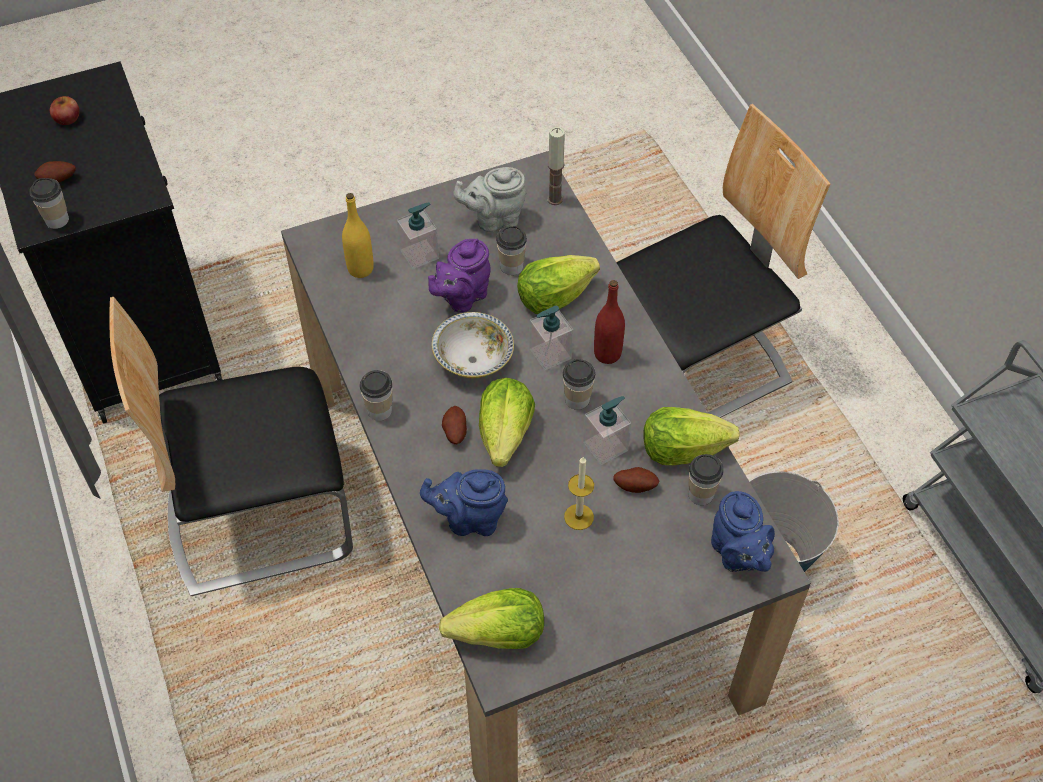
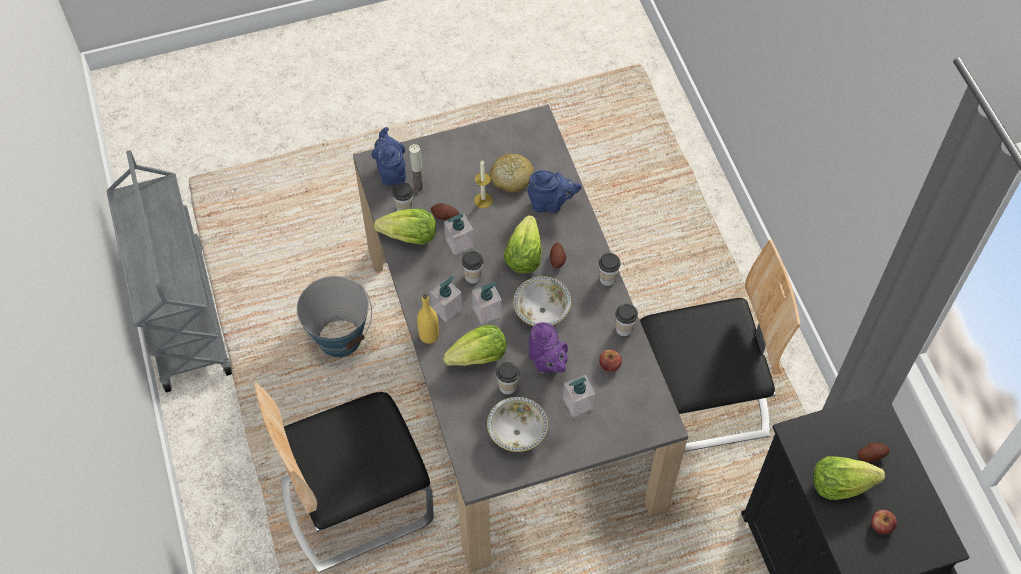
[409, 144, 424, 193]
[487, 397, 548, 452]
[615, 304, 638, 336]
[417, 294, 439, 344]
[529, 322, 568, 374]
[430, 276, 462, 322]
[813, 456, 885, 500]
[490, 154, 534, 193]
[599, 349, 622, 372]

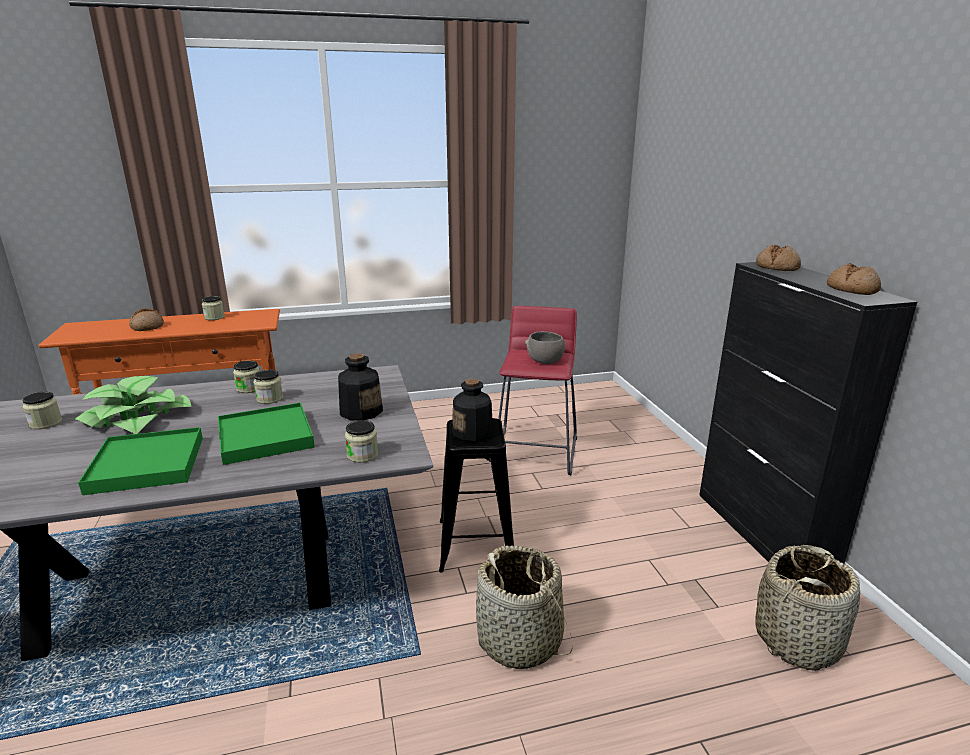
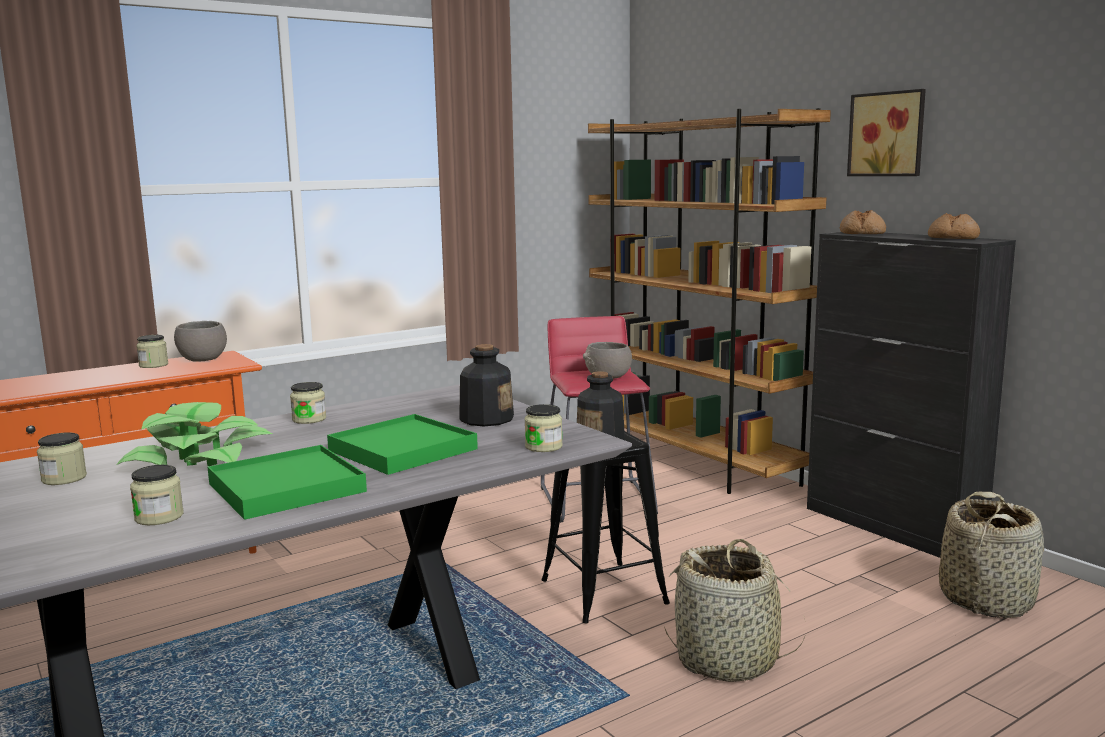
[129, 308, 164, 331] (first image)
[130, 465, 184, 525]
[847, 89, 926, 176]
[588, 108, 831, 494]
[174, 321, 227, 362]

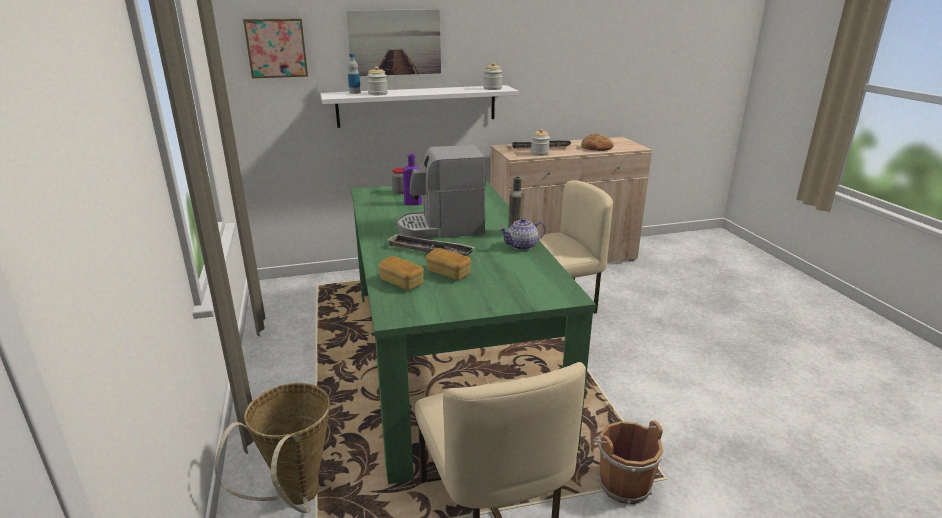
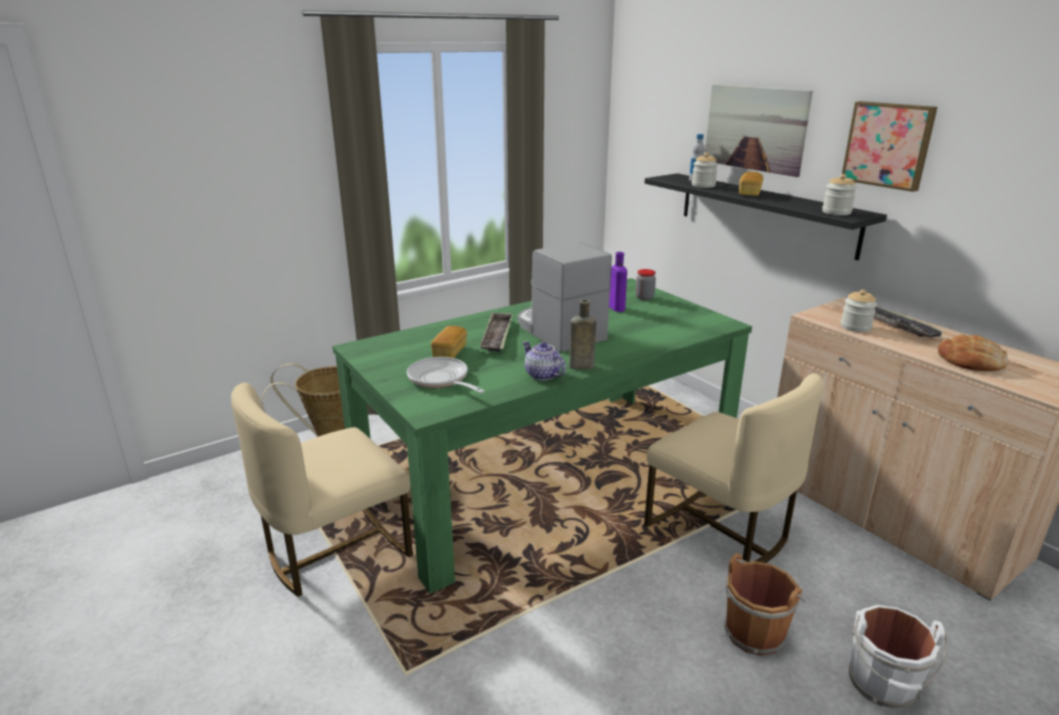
[842, 101, 937, 192]
[645, 173, 887, 260]
[739, 172, 764, 196]
[725, 553, 805, 656]
[407, 357, 485, 393]
[849, 605, 948, 710]

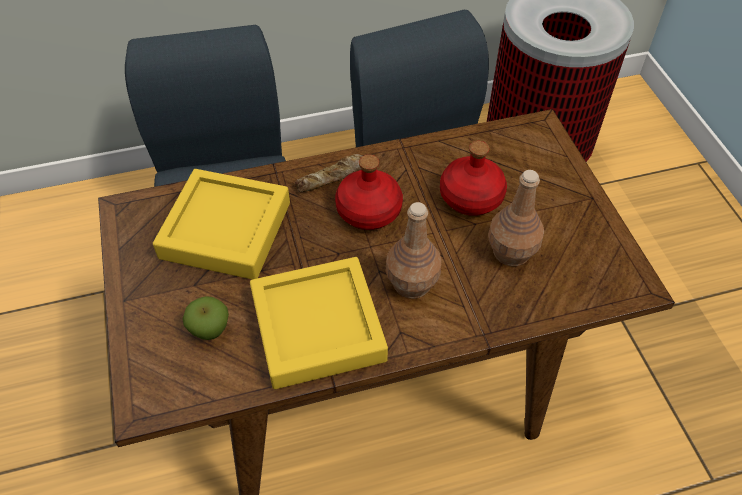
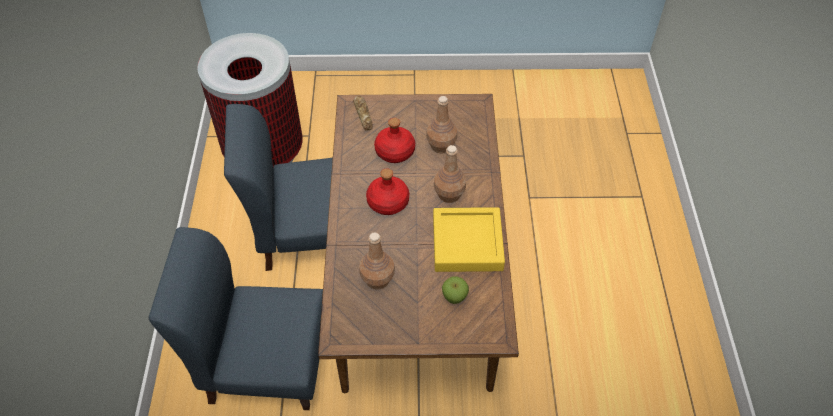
[353, 95, 373, 131]
[359, 232, 395, 290]

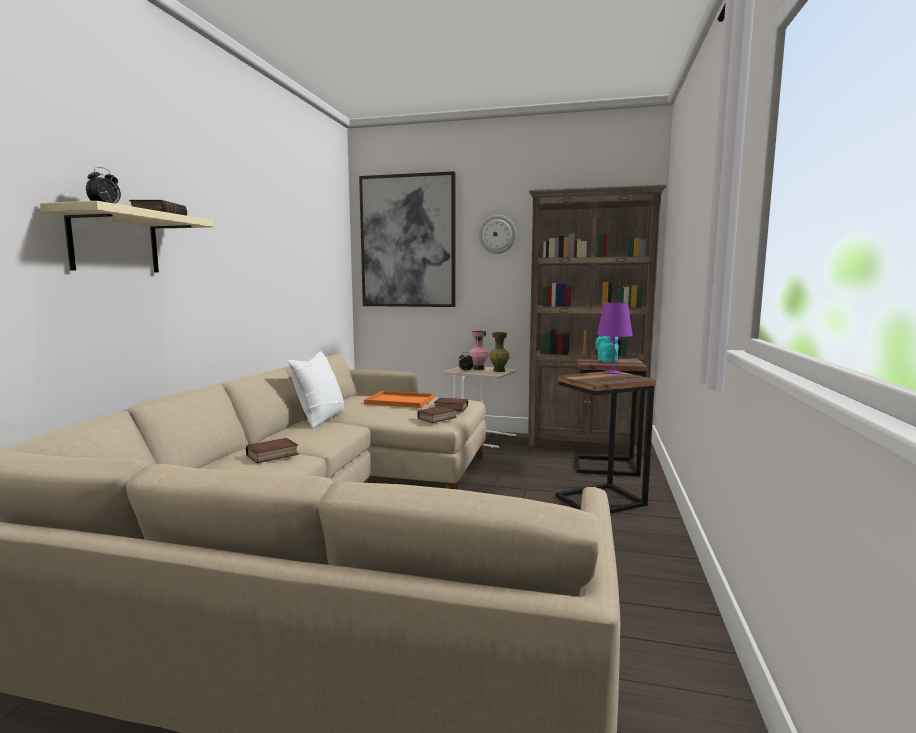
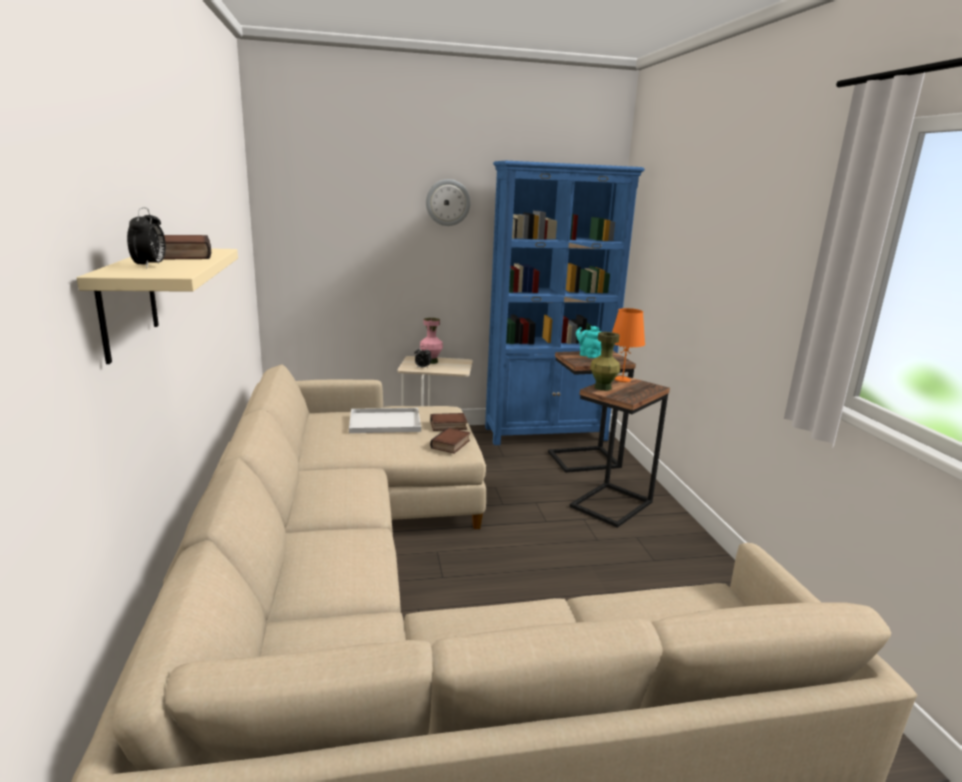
[359, 171, 456, 307] (first image)
[485, 161, 645, 445]
[612, 308, 645, 382]
[590, 332, 620, 391]
[288, 351, 344, 428] (first image)
[349, 408, 421, 433]
[246, 438, 299, 463] (first image)

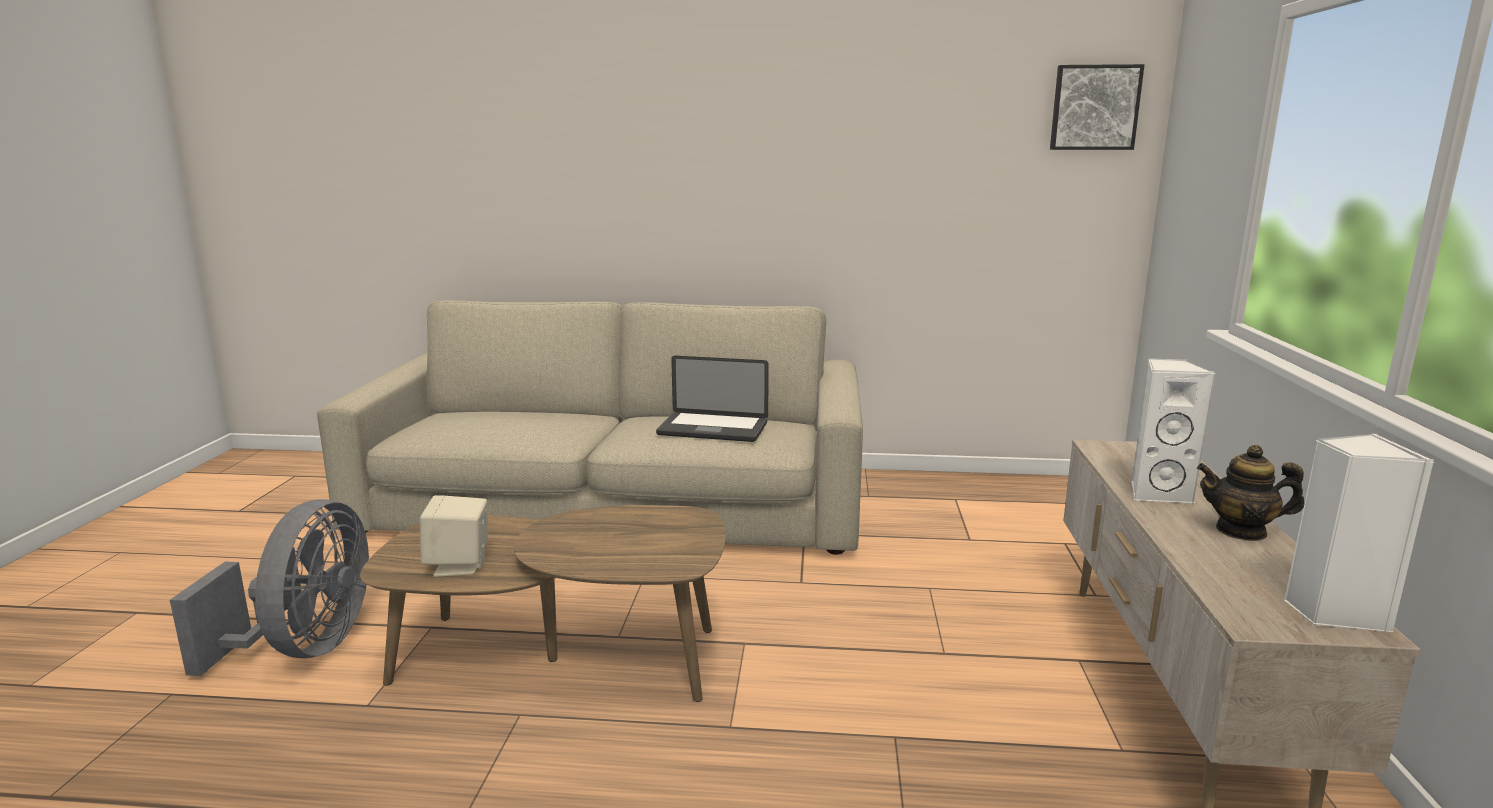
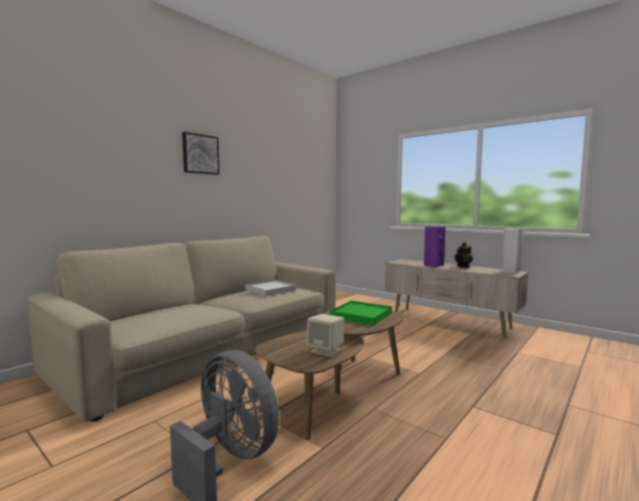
[182, 132, 220, 175]
[245, 280, 296, 296]
[424, 226, 446, 268]
[330, 301, 392, 326]

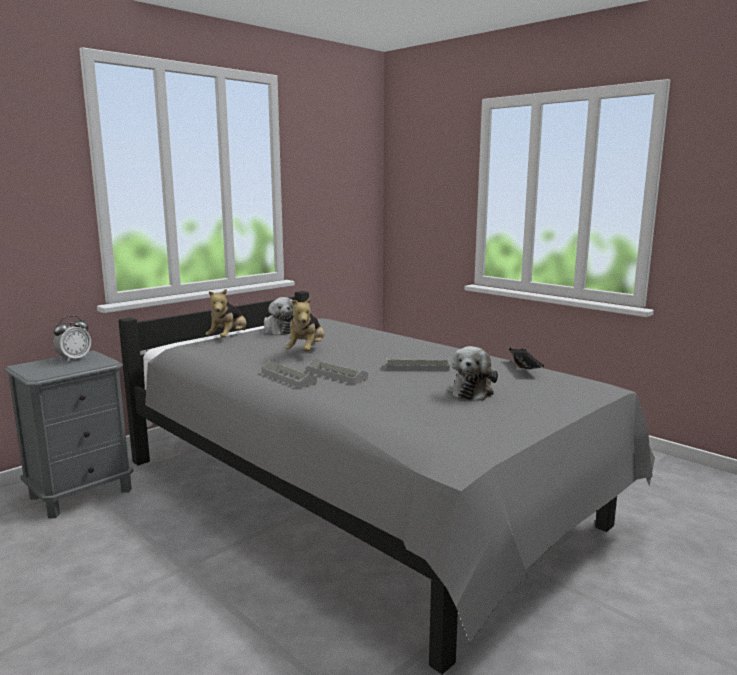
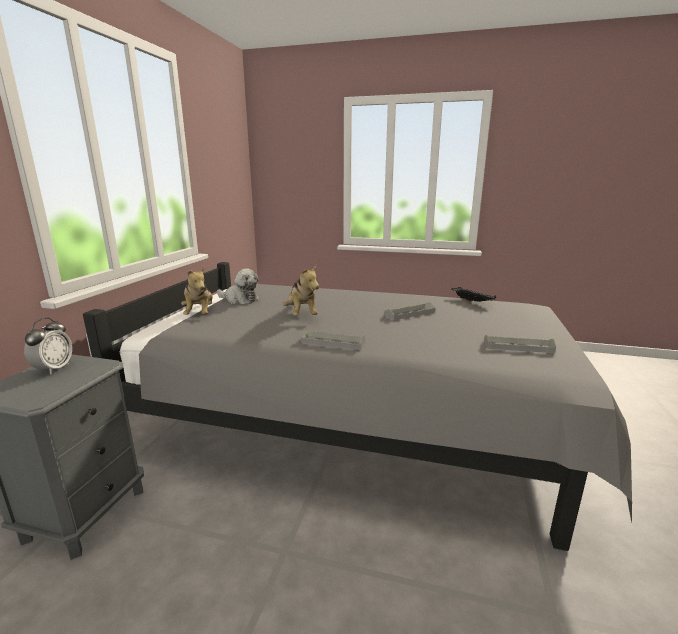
[448, 346, 498, 401] (first image)
[484, 335, 556, 353]

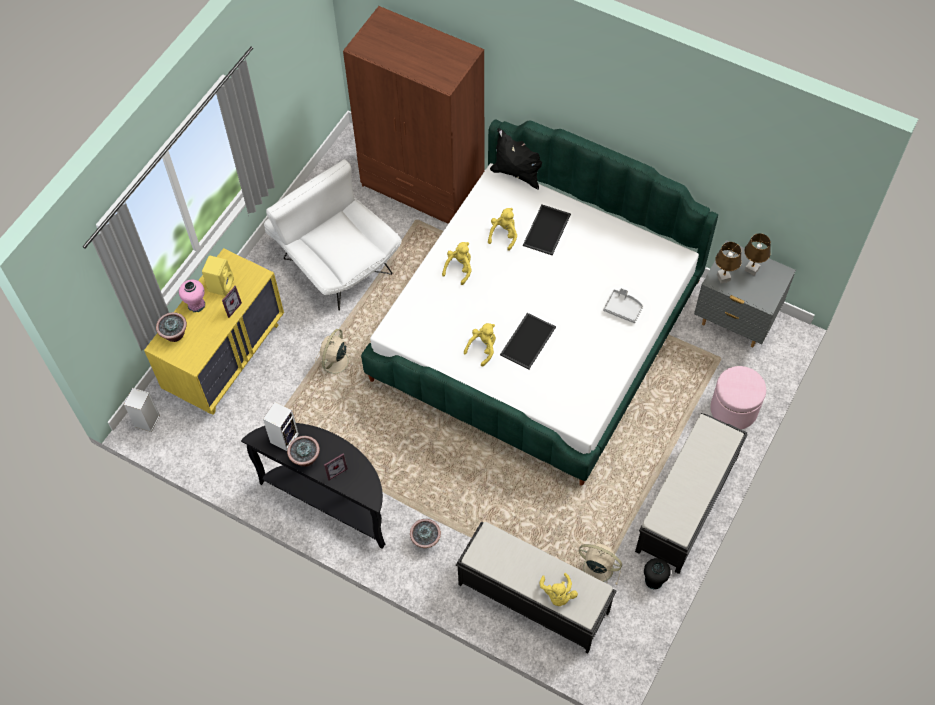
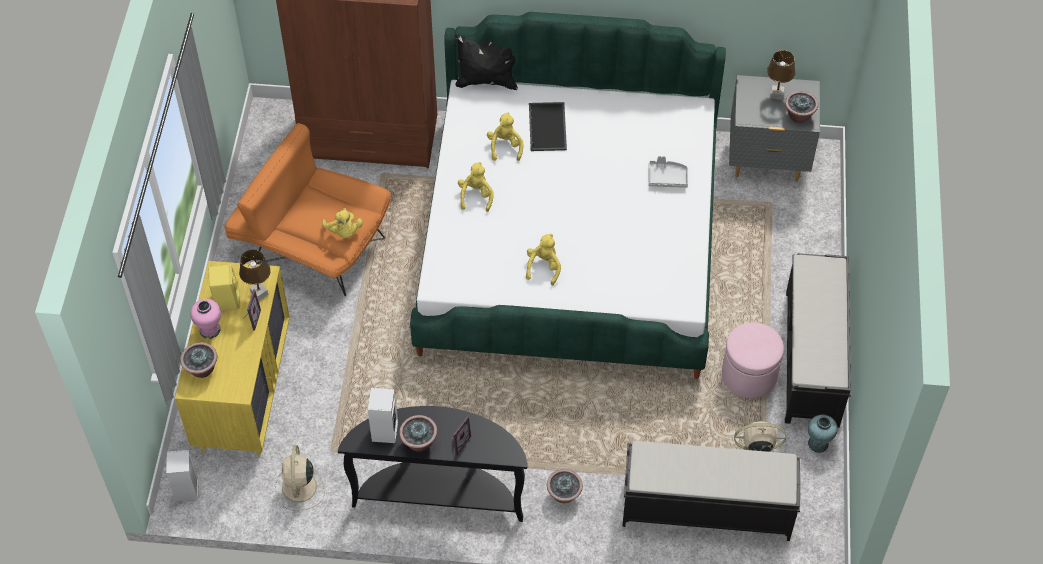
[224, 123, 391, 296]
[239, 249, 271, 301]
[500, 313, 556, 369] (first image)
[275, 445, 325, 511]
[722, 322, 784, 398]
[808, 415, 838, 453]
[322, 208, 363, 238]
[785, 91, 818, 123]

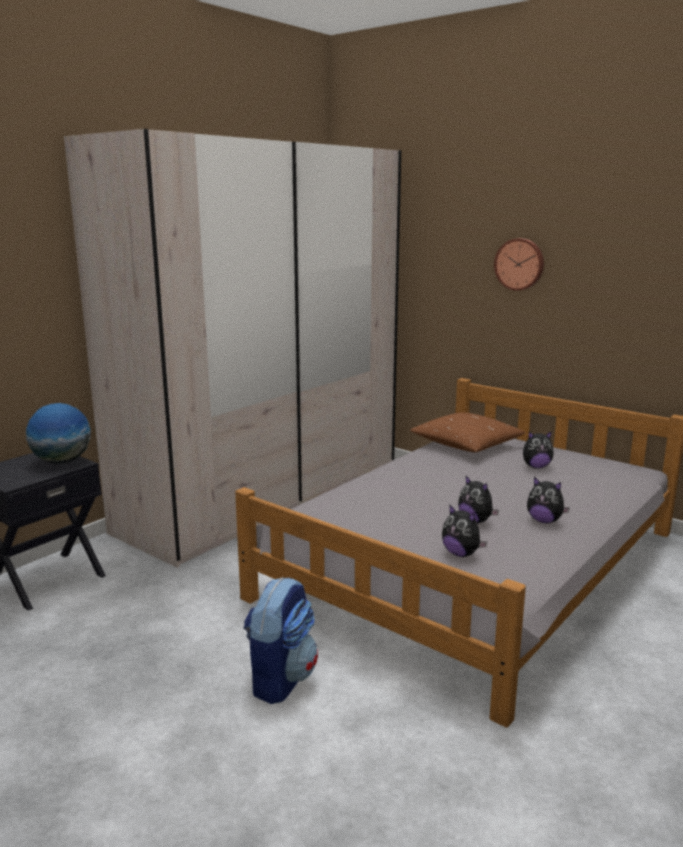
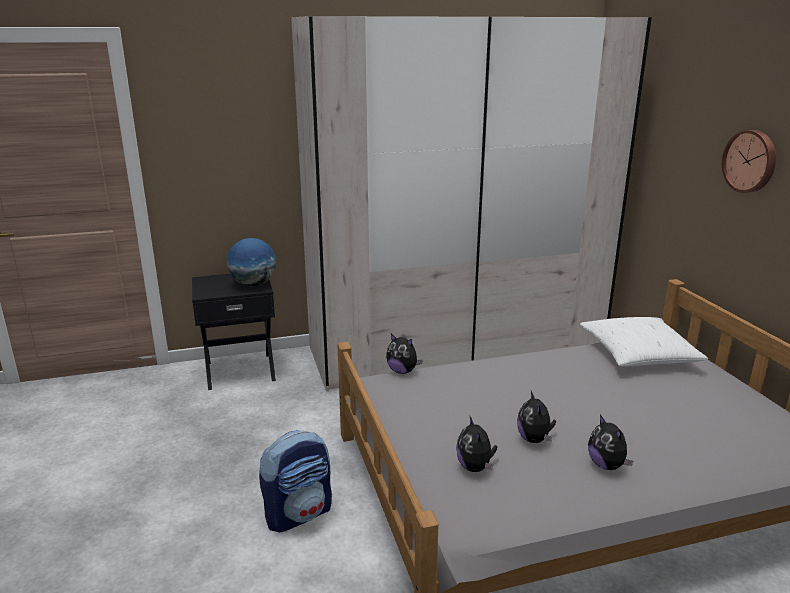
[580, 317, 708, 367]
[386, 334, 423, 374]

